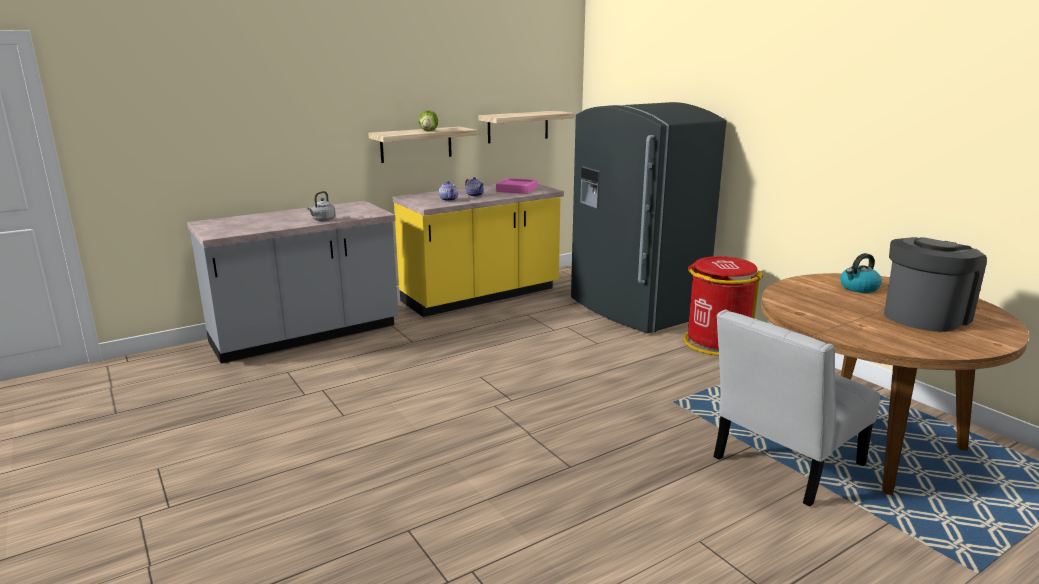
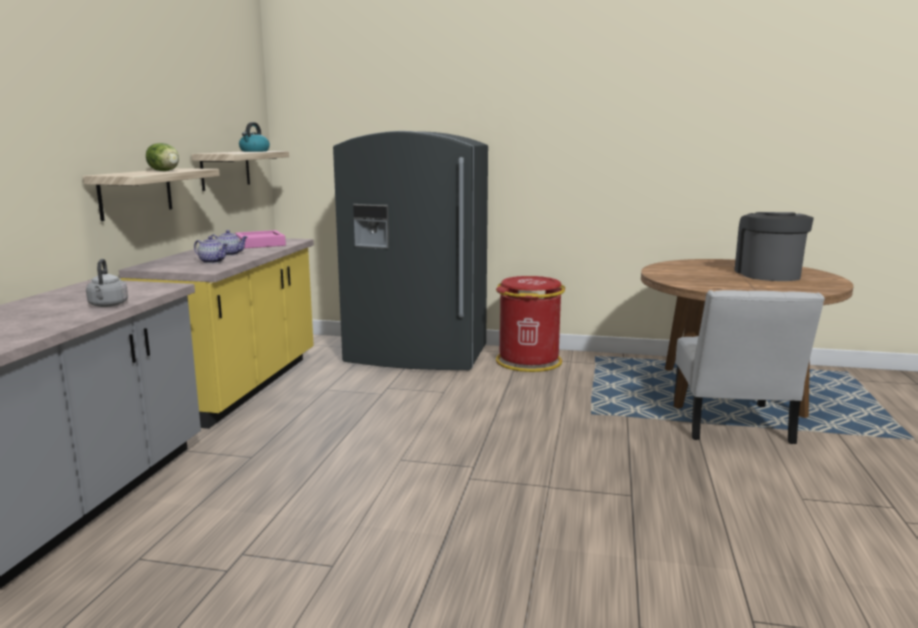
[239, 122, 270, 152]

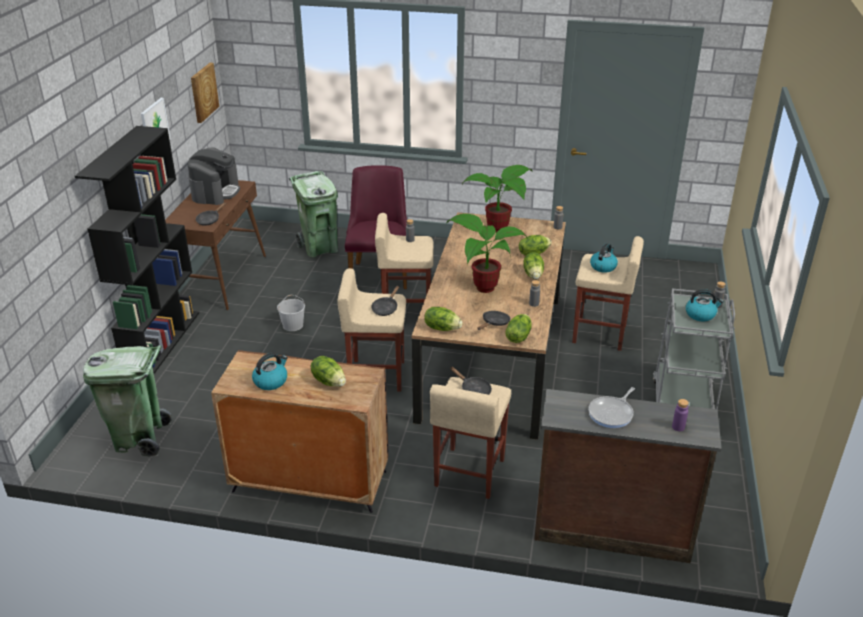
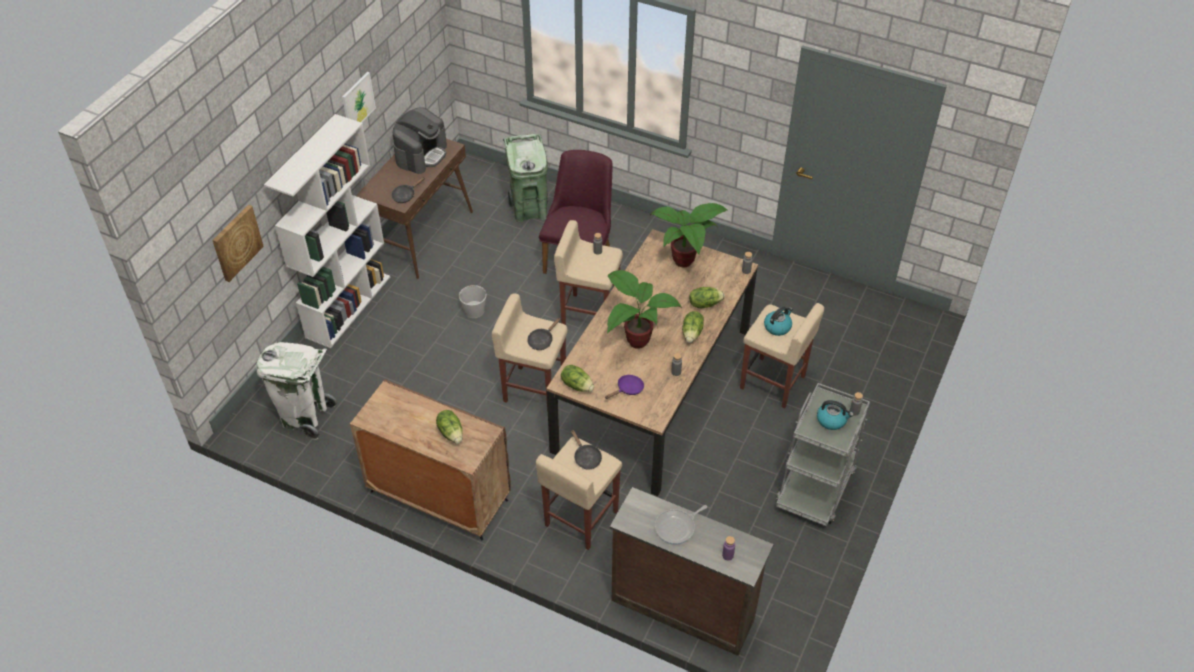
[212, 205, 264, 282]
[264, 114, 390, 348]
[605, 375, 644, 399]
[505, 314, 532, 343] (first image)
[256, 342, 337, 440]
[252, 353, 288, 390] (first image)

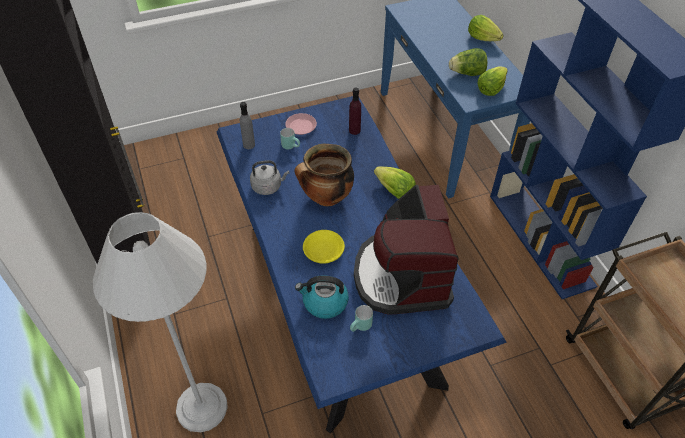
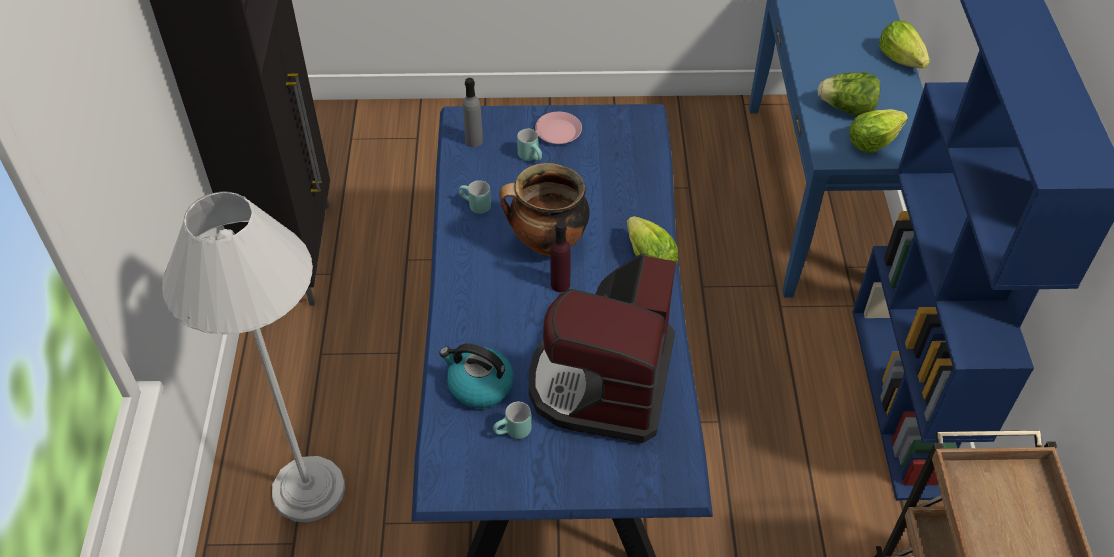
[550, 222, 571, 292]
[459, 180, 491, 214]
[303, 230, 345, 264] (first image)

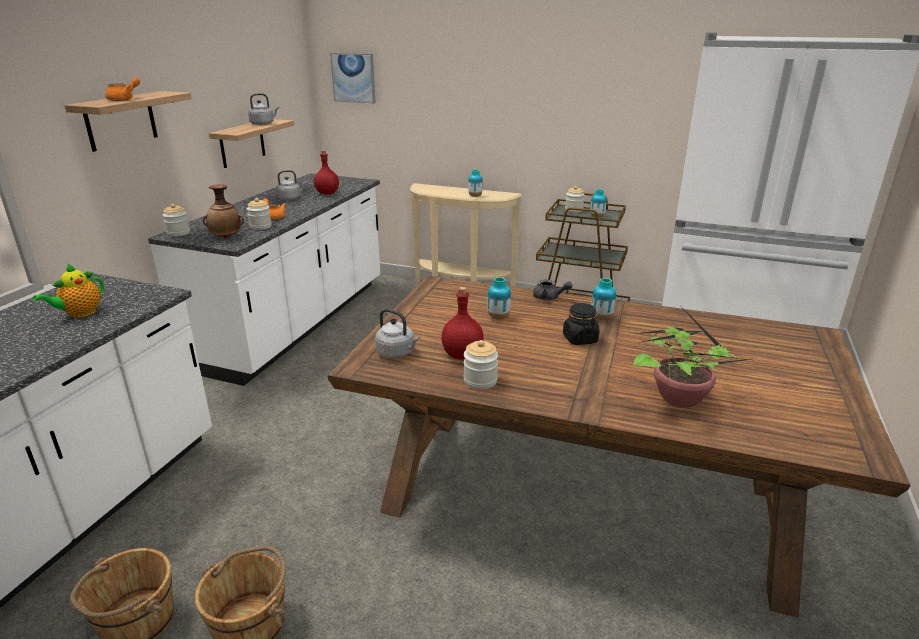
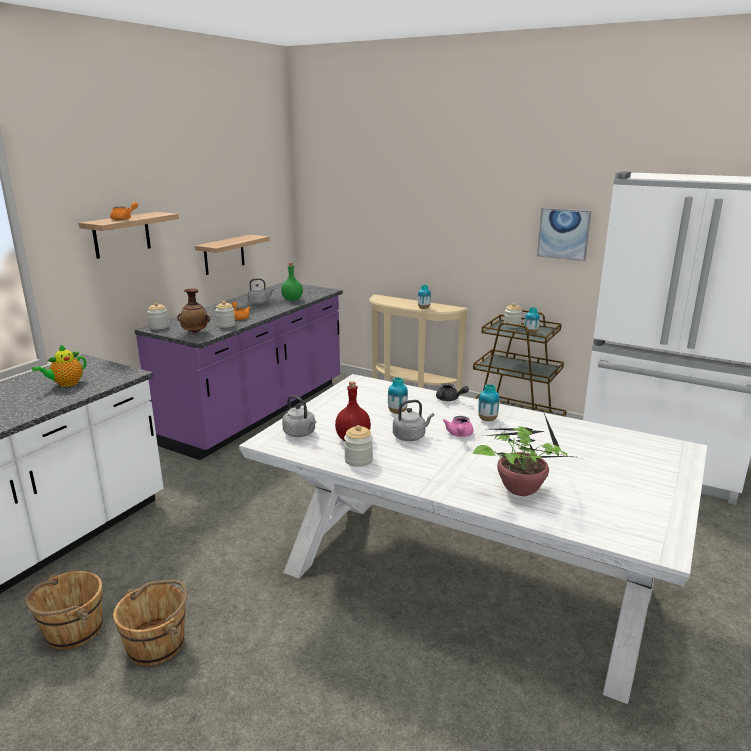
[537, 208, 591, 261]
[393, 400, 434, 441]
[281, 263, 303, 301]
[134, 282, 343, 460]
[239, 374, 707, 704]
[443, 416, 473, 437]

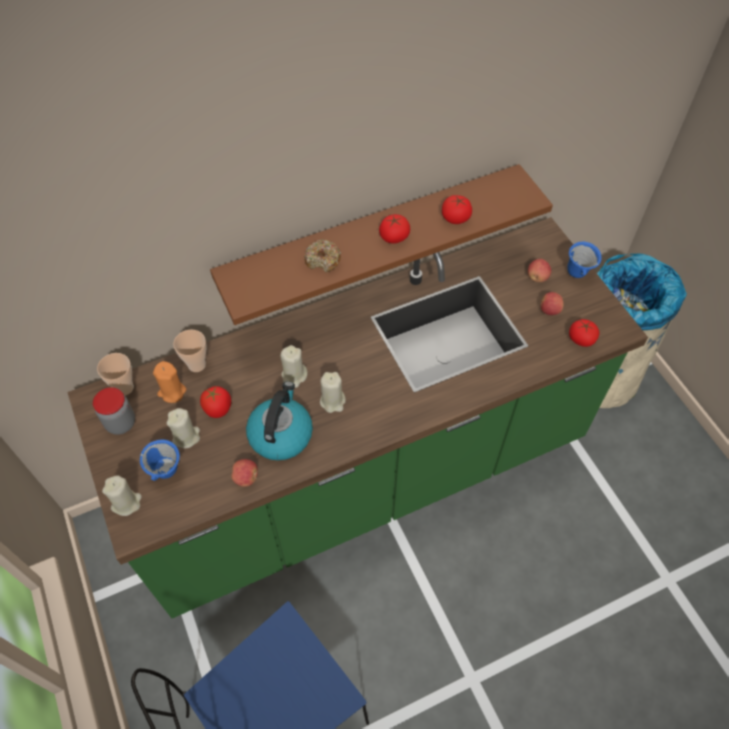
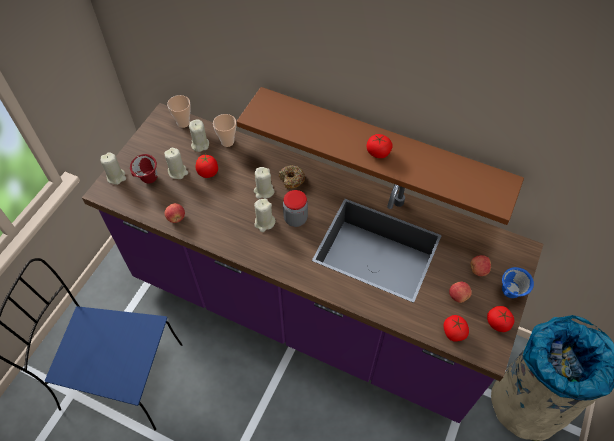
[487, 306, 514, 332]
[82, 103, 543, 423]
[279, 165, 305, 189]
[189, 120, 209, 152]
[246, 381, 313, 461] (first image)
[283, 190, 308, 227]
[130, 154, 158, 184]

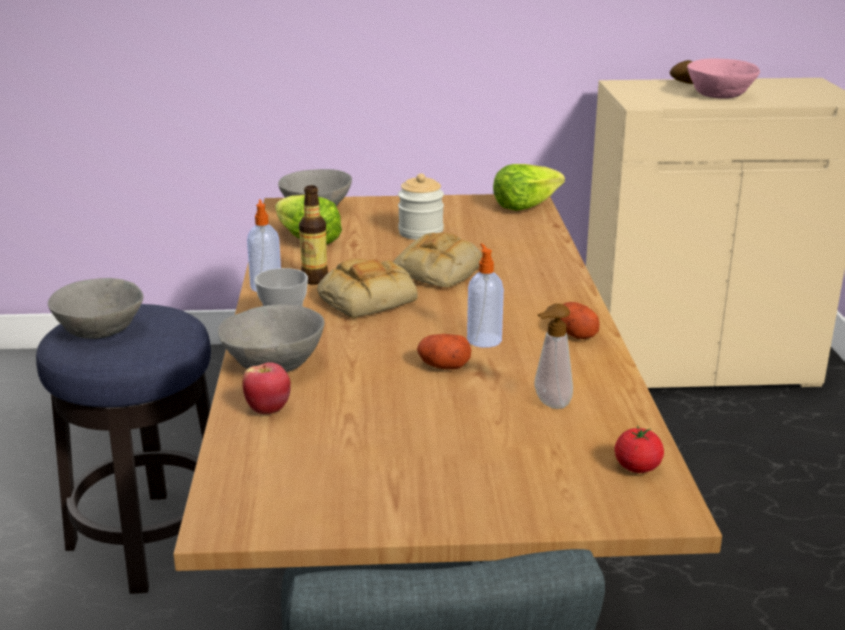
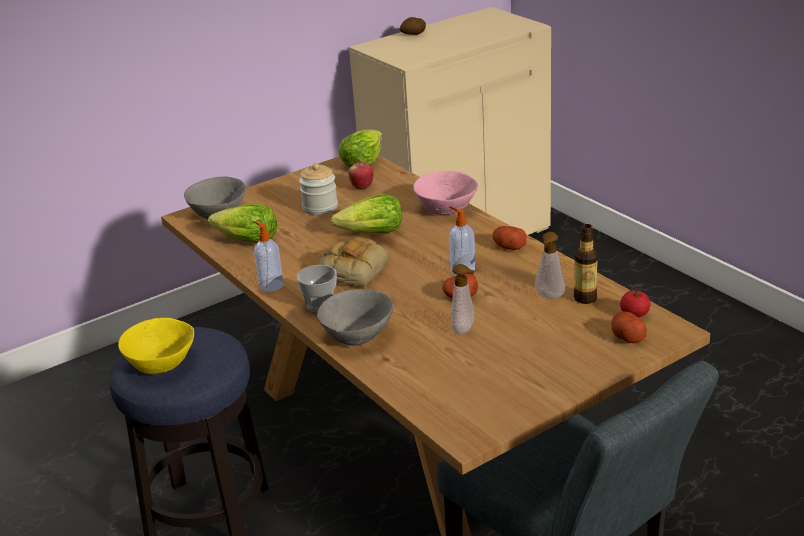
[413, 171, 478, 215]
[574, 224, 598, 304]
[331, 194, 402, 233]
[118, 318, 194, 374]
[348, 162, 374, 190]
[451, 264, 476, 334]
[612, 311, 647, 343]

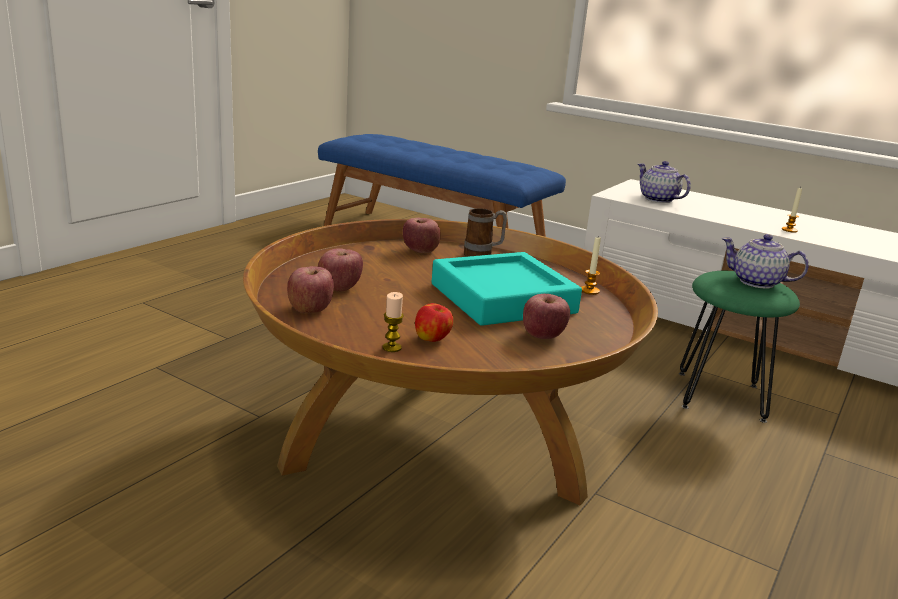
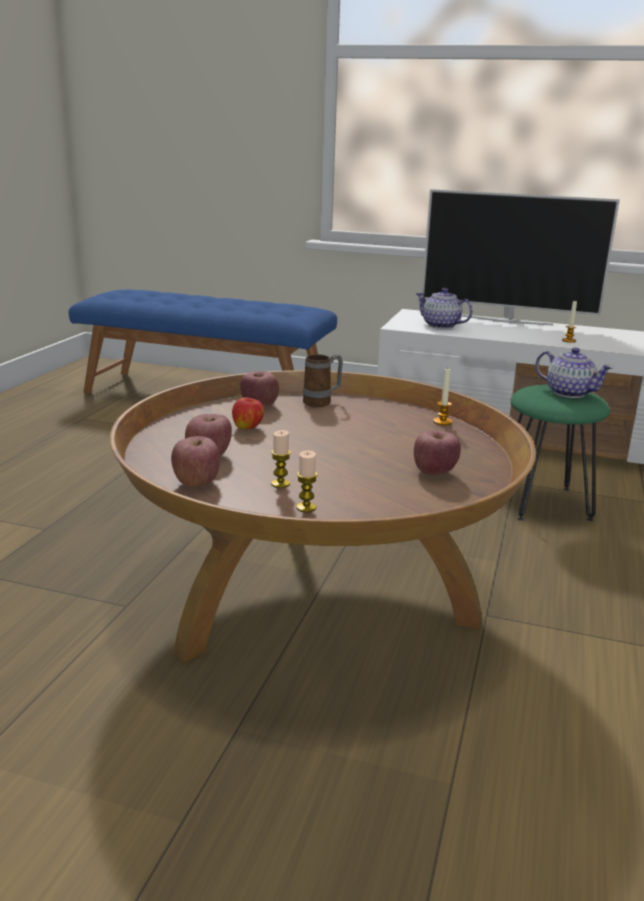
[535, 347, 614, 398]
[432, 252, 582, 326] (first image)
[232, 397, 264, 429]
[422, 189, 620, 326]
[271, 430, 291, 488]

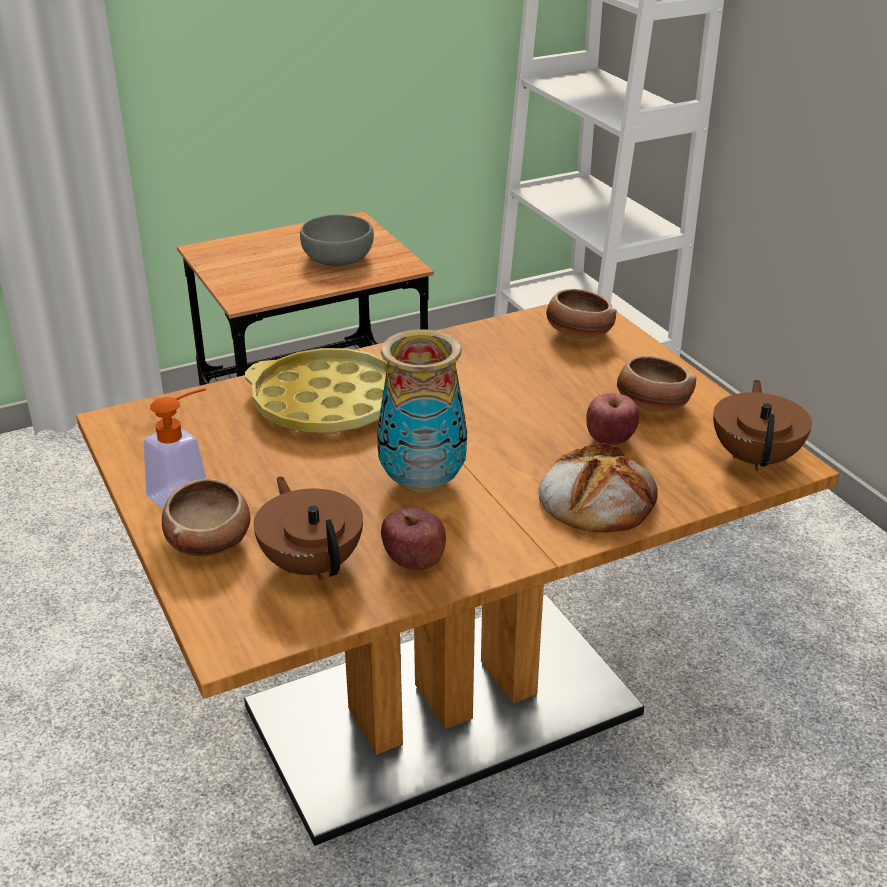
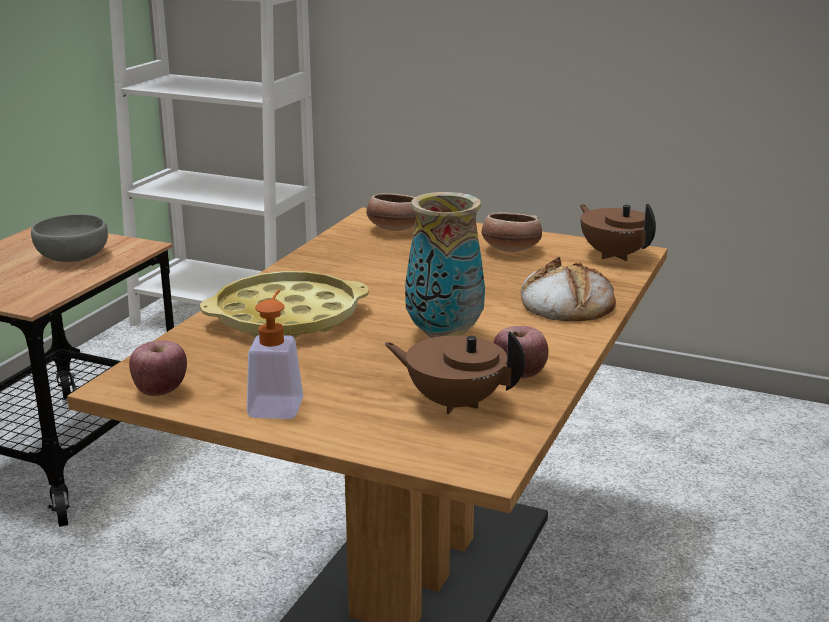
[129, 340, 187, 396]
[162, 479, 251, 557] (first image)

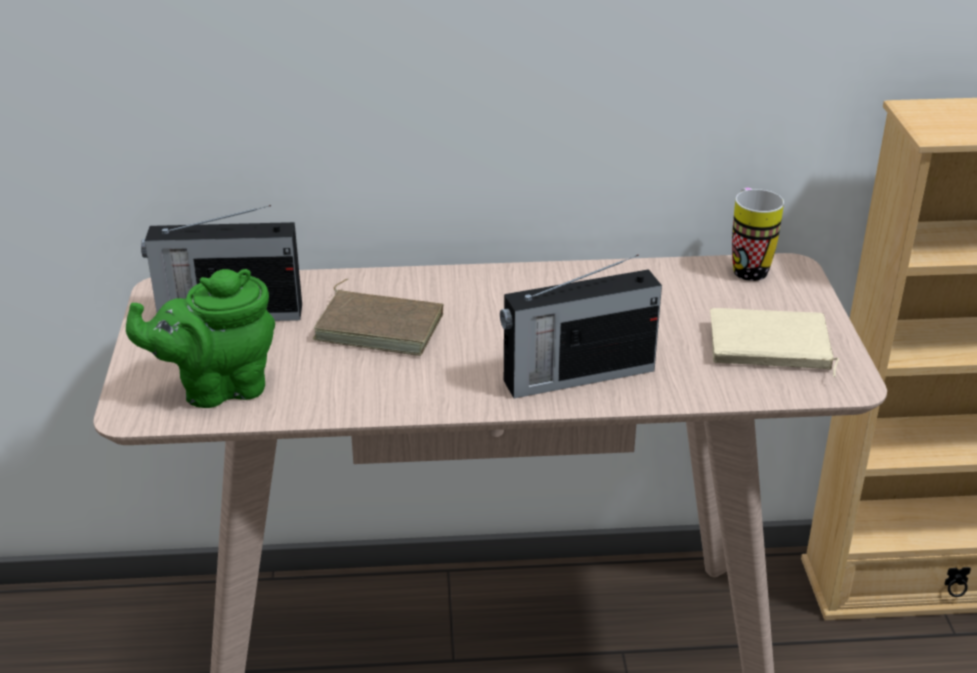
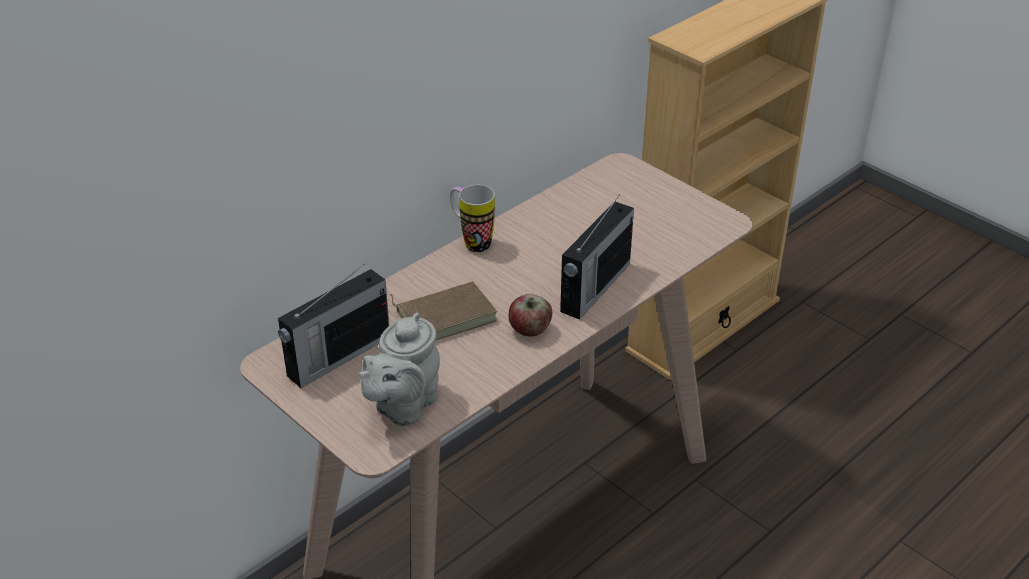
[450, 185, 495, 252]
[359, 313, 440, 426]
[710, 308, 839, 377] (first image)
[509, 294, 552, 336]

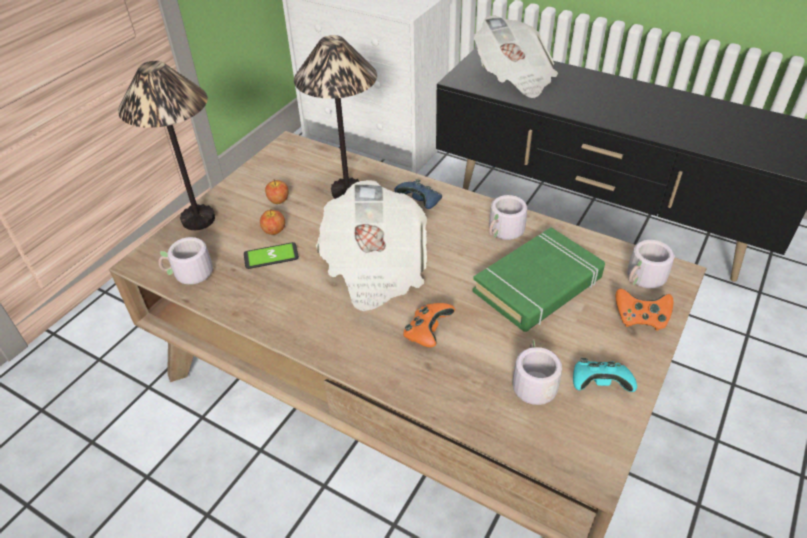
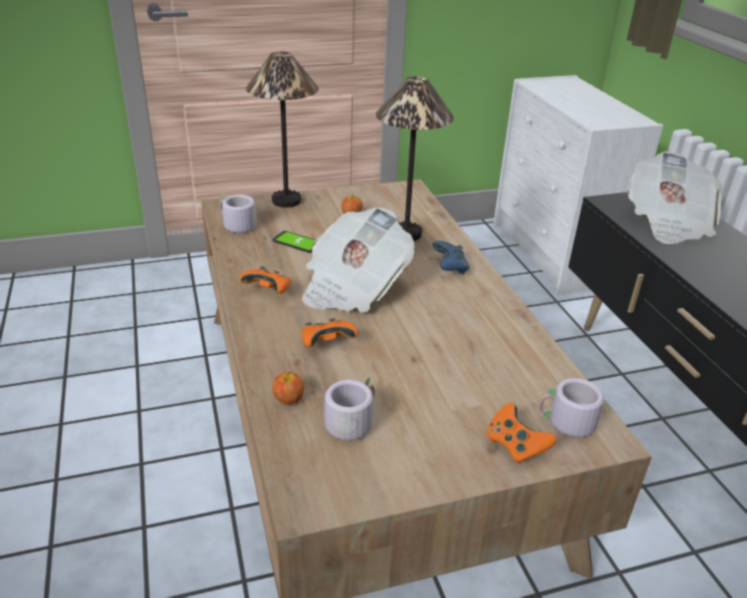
[489, 195, 537, 240] (first image)
[272, 372, 304, 404]
[472, 227, 605, 332] (first image)
[573, 358, 637, 392] (first image)
[239, 266, 292, 294]

